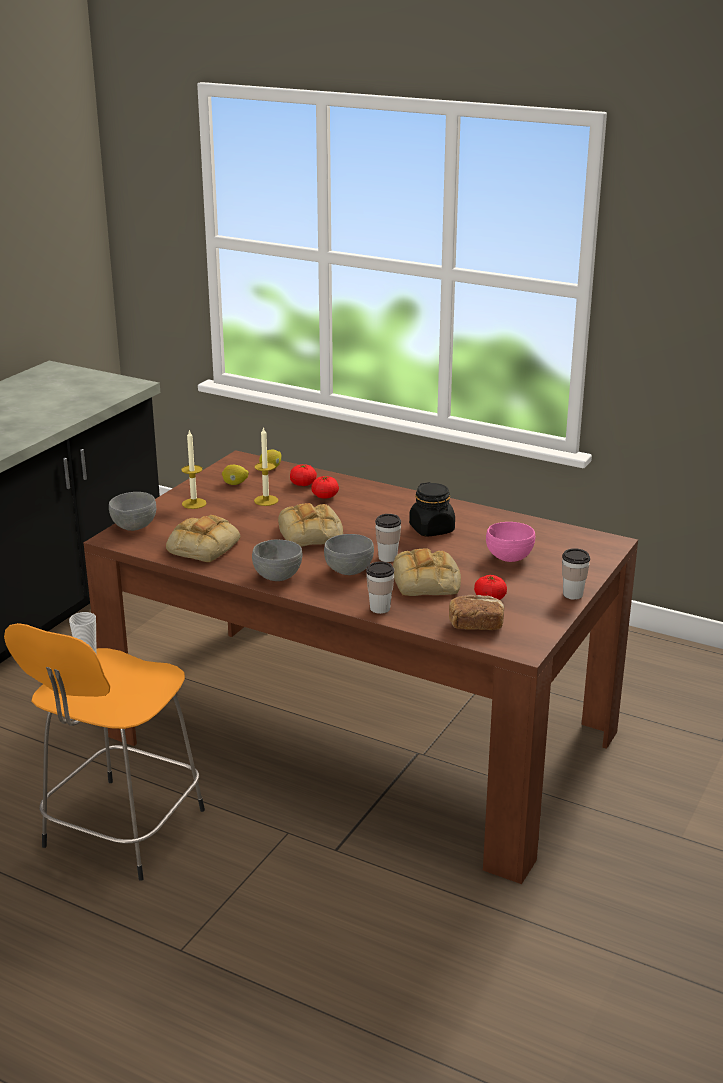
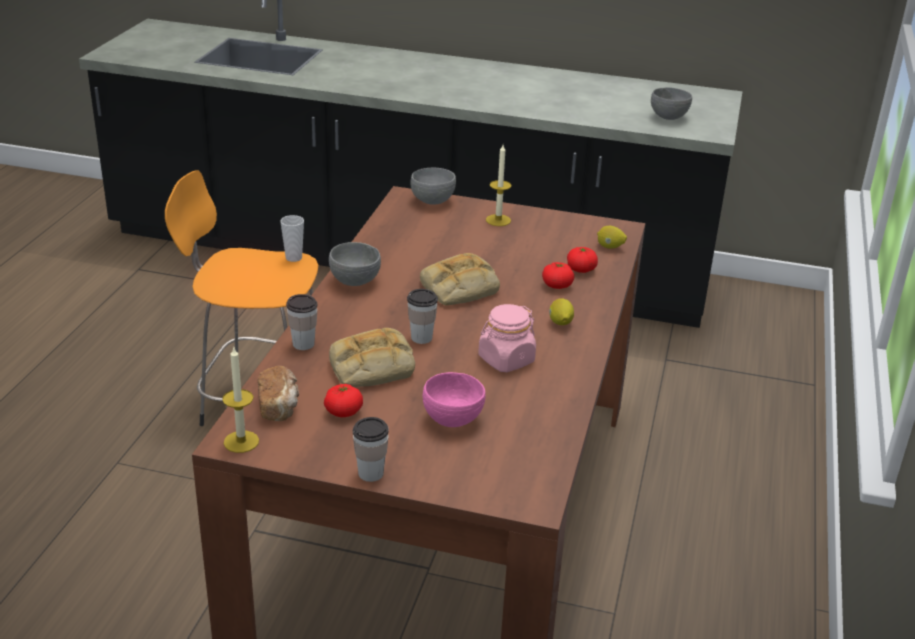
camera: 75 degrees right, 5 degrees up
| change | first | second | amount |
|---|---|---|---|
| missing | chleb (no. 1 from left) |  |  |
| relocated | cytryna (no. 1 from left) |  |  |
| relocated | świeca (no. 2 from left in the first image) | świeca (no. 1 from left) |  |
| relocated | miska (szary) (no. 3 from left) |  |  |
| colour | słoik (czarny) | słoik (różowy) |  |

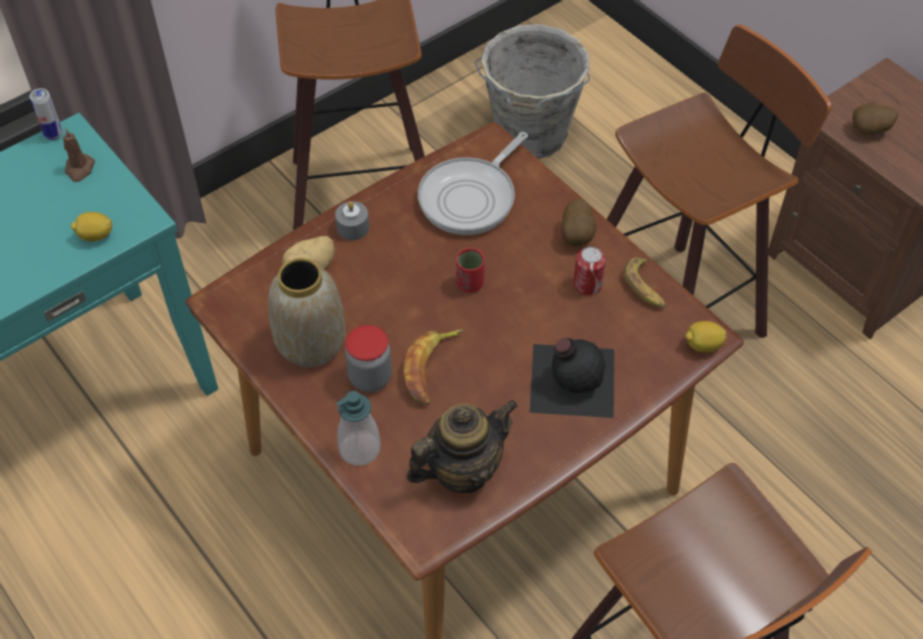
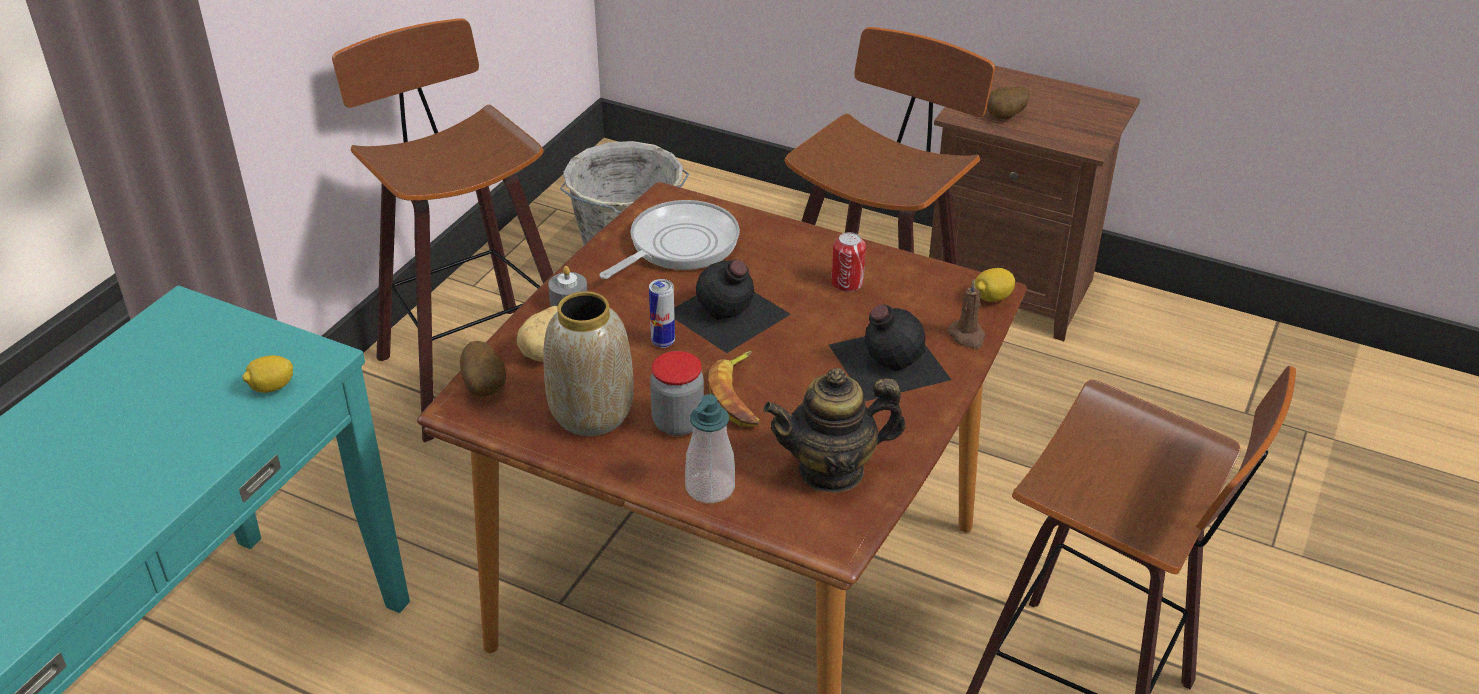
camera: 25 degrees left, 15 degrees down
| change | first | second | amount |
|---|---|---|---|
| relocated | puszka (no. 1 from left) |  |  |
| relocated | świeca (brązowy) |  |  |
| spun | imbryk |  | 135 degrees counterclockwise |
| spun | patelnia |  | 150 degrees counterclockwise |
| exchanged | filiżanka (czerwony) | butelka (czarny) (no. 1 from left) |  |
| relocated | ziemniak (no. 2 from left in the first image) | ziemniak (no. 1 from left) |  |
| missing | banan (no. 2 from left) |  |  |

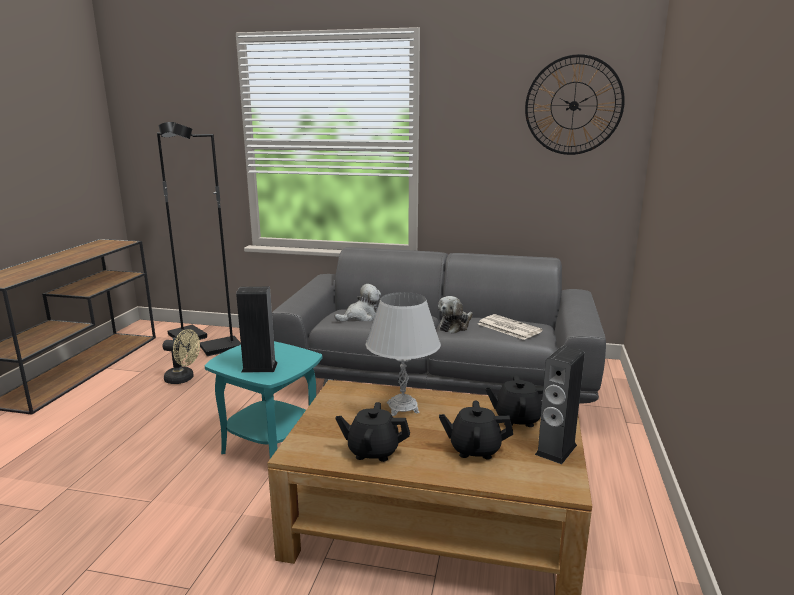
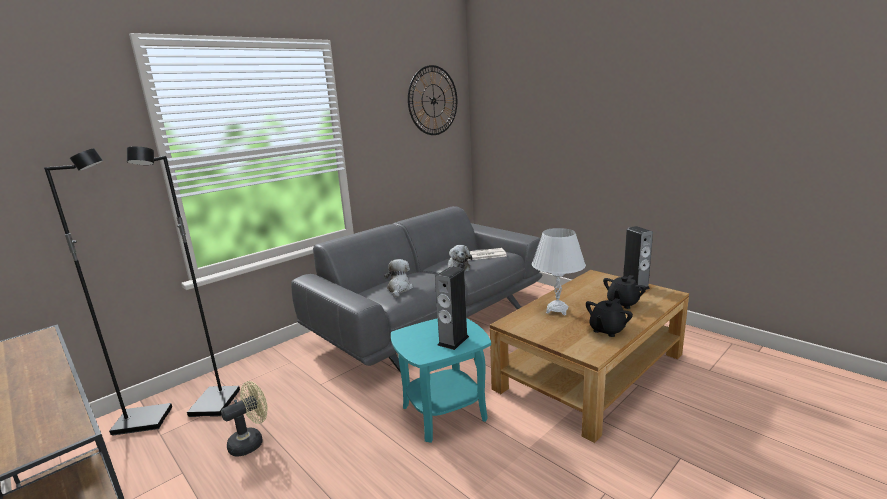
camera: 55 degrees left, 0 degrees up
| change | first | second | amount |
|---|---|---|---|
| missing | imbryk (czarny) (no. 3 from left) |  |  |

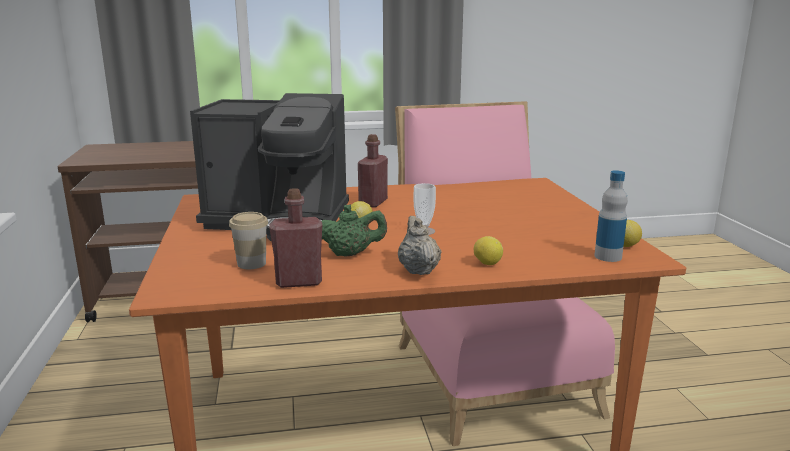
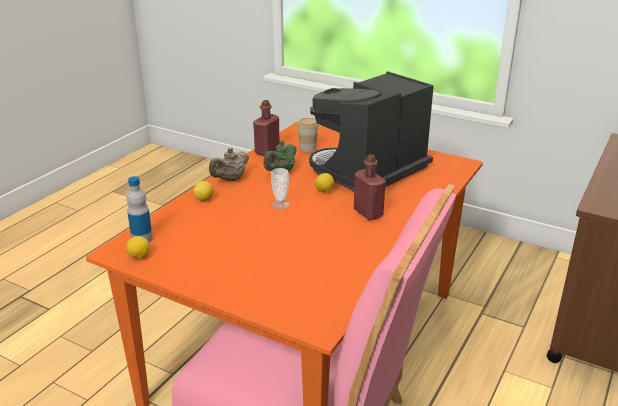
camera: 130 degrees right, 10 degrees up
| change | first | second | amount |
|---|---|---|---|
| spun | imbryk (beżowy) |  | 105 degrees clockwise |

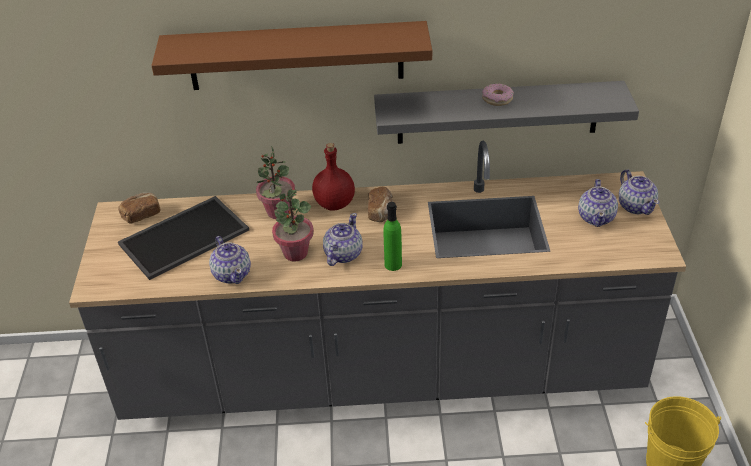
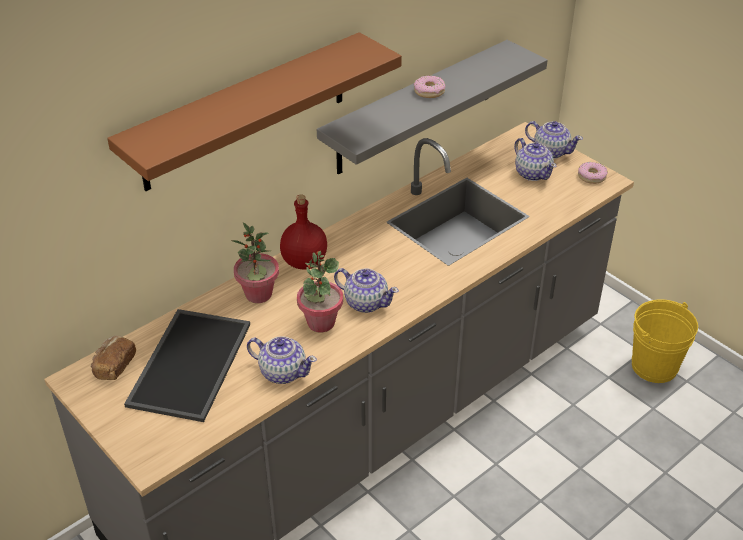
camera: 40 degrees left, 0 degrees up
| change | first | second | amount |
|---|---|---|---|
| spun | imbryk (no. 2 from left) |  | 135 degrees clockwise |
| missing | chleb (no. 2 from left) |  |  |
| missing | butelka (zielony) |  |  |
| appeared |  | donut (no. 2 from left) |  |

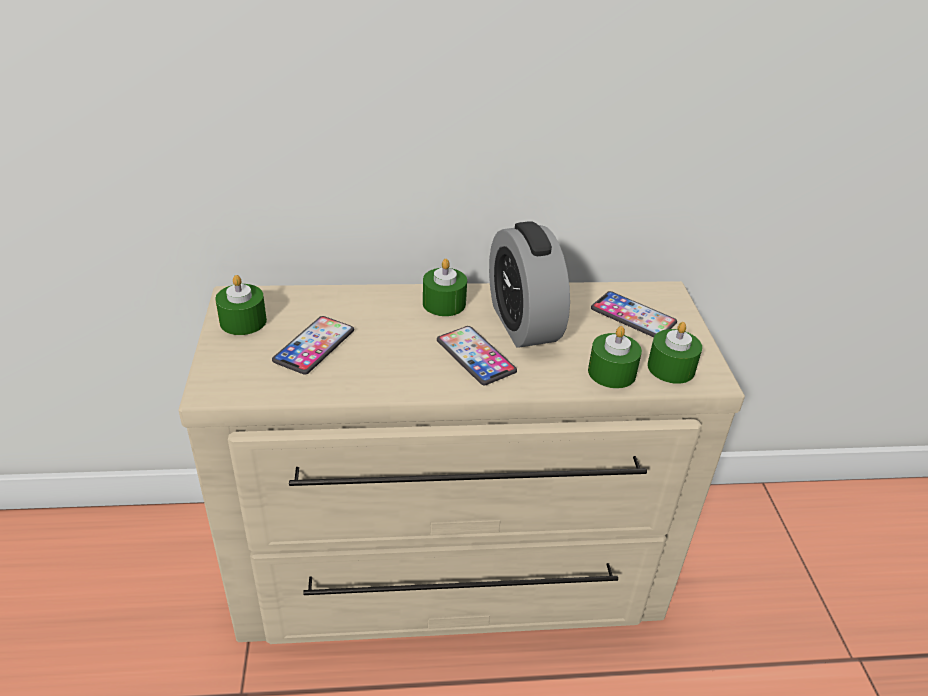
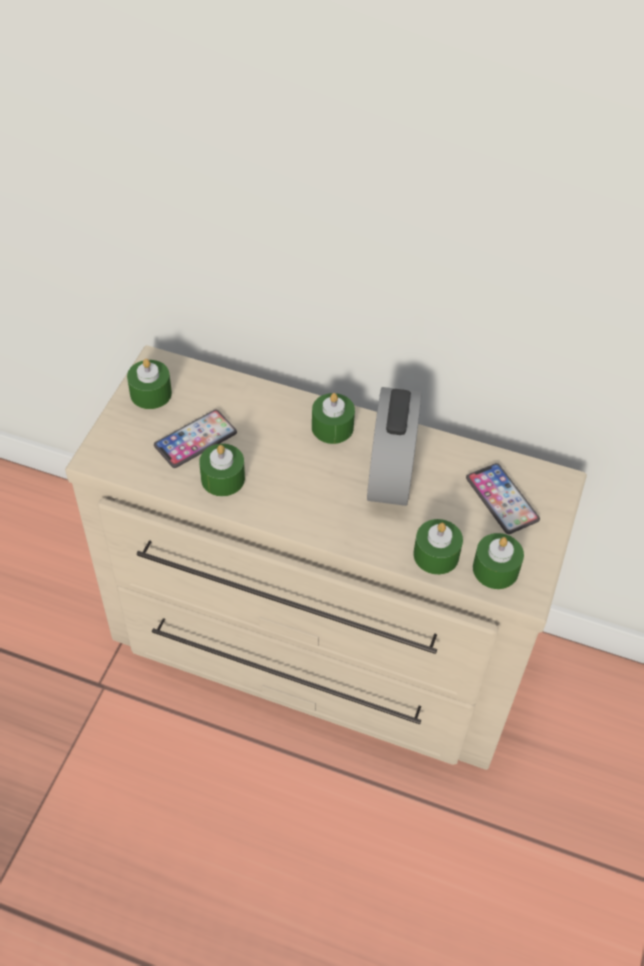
camera: 25 degrees right, 15 degrees up
| change | first | second | amount |
|---|---|---|---|
| missing | telefon (no. 2 from left) |  |  |
| appeared |  | świeca (zielony) (no. 2 from left) |  |

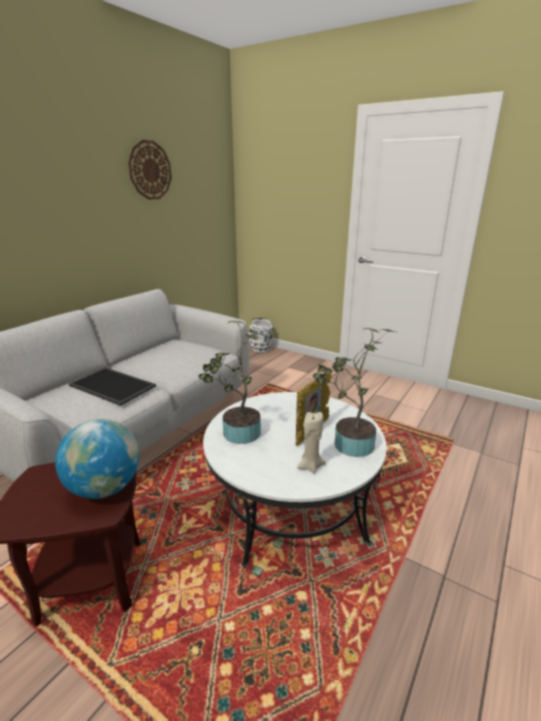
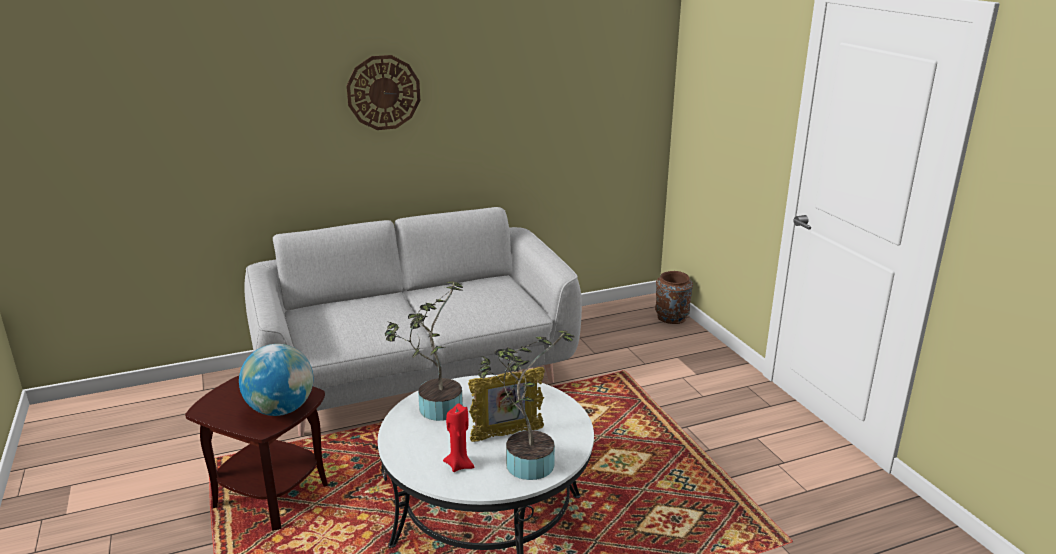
camera: 35 degrees right, 0 degrees up
| change | first | second | amount |
|---|---|---|---|
| missing | taca |  |  |
| relocated | zegar ścienny |  |  |
| colour | wazon (biały) | wazon (brązowy) |  |
| colour | świeca (beżowy) | świeca (czerwony) |  |

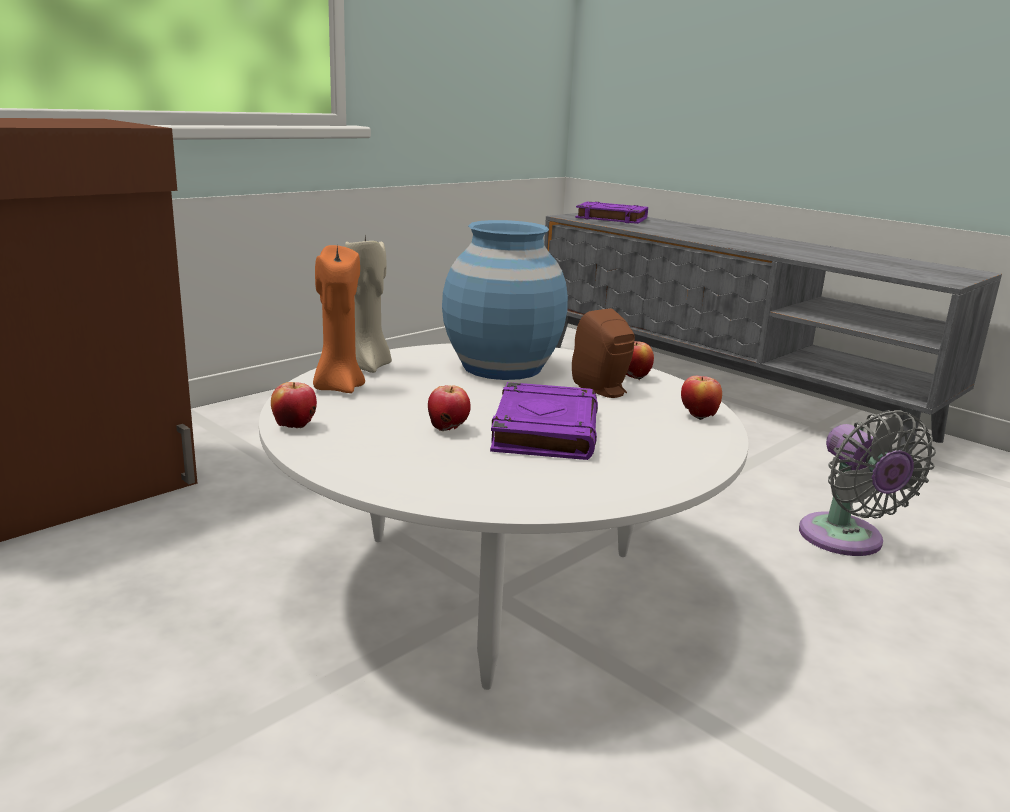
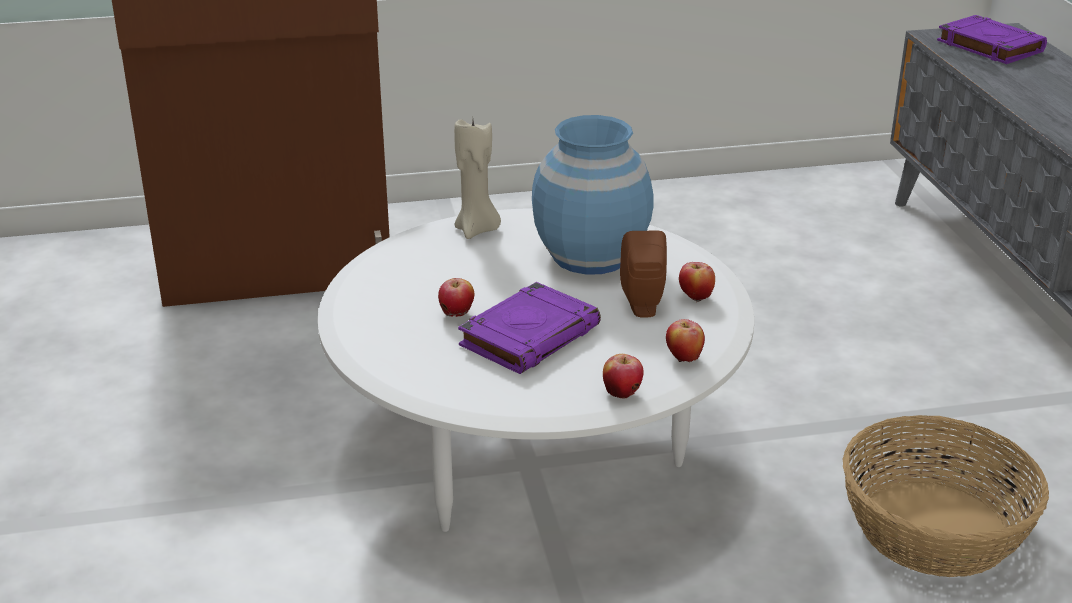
camera: 35 degrees right, 10 degrees up
| change | first | second | amount |
|---|---|---|---|
| relocated | jabłko (no. 1 from left in the first image) | jabłko (no. 2 from left) |  |
| missing | świeca (pomarańczowy) |  |  |
| exchanged | wentylator (szary) | koszyk |  |

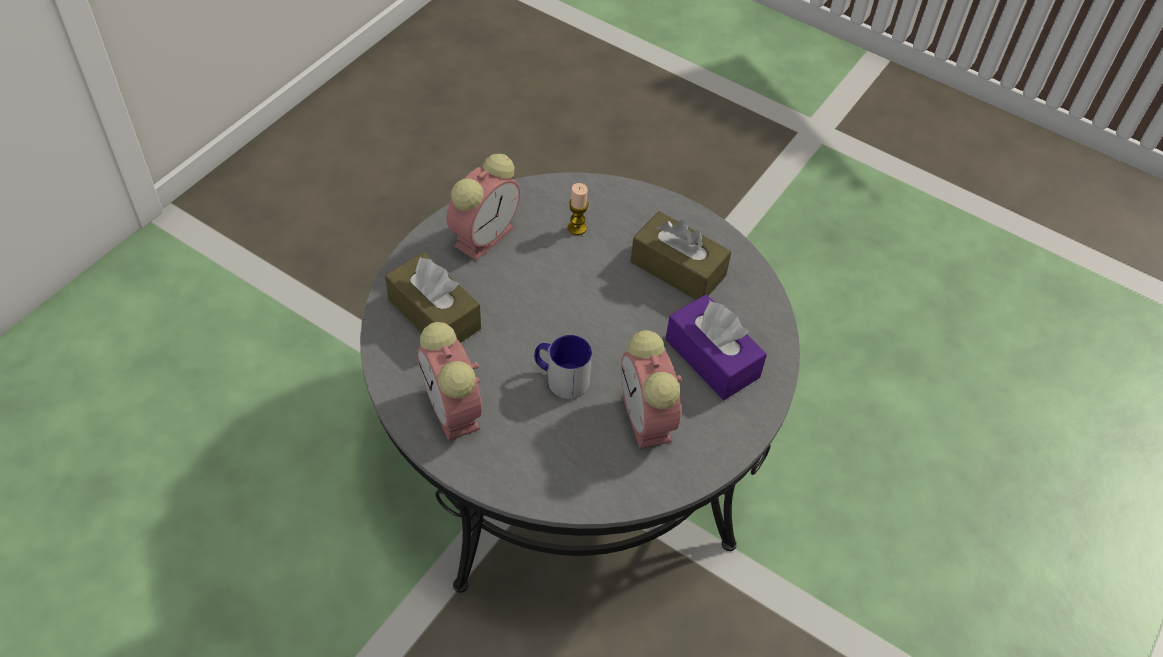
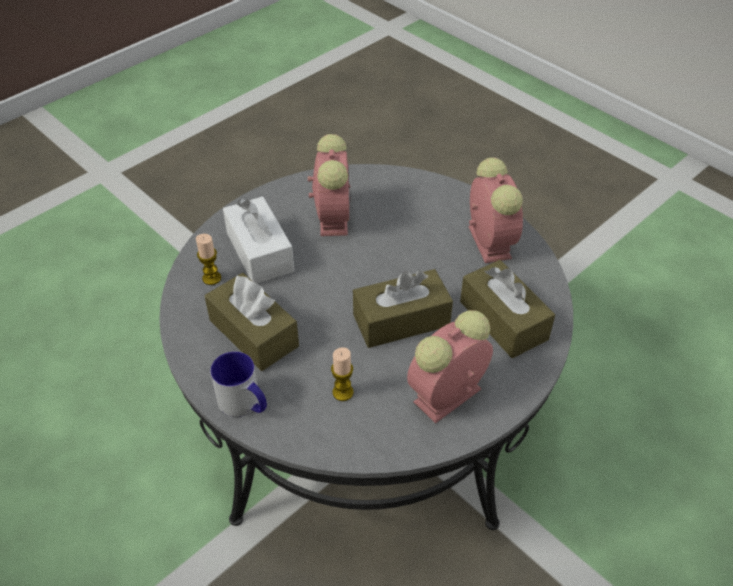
camera: 165 degrees left, 5 degrees down
| change | first | second | amount |
|---|---|---|---|
| relocated | kubek |  |  |
| colour | pudełko chusteczek (fioletowy) | pudełko chusteczek (biały) |  |
| appeared |  | świeca (no. 1 from left) |  |
| appeared |  | pudełko chusteczek (brązowy) (no. 2 from left) |  |

